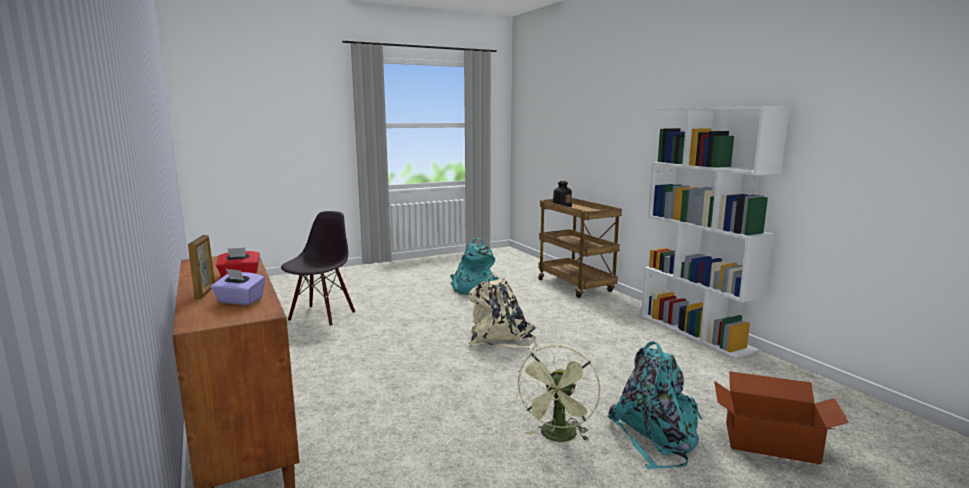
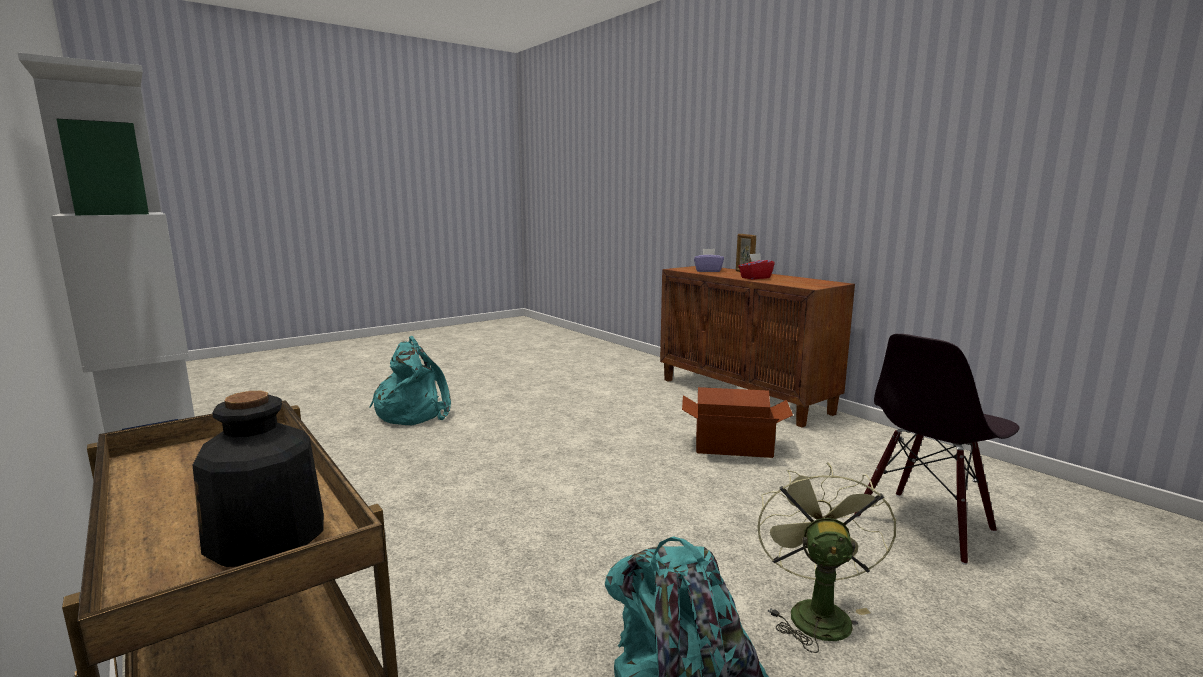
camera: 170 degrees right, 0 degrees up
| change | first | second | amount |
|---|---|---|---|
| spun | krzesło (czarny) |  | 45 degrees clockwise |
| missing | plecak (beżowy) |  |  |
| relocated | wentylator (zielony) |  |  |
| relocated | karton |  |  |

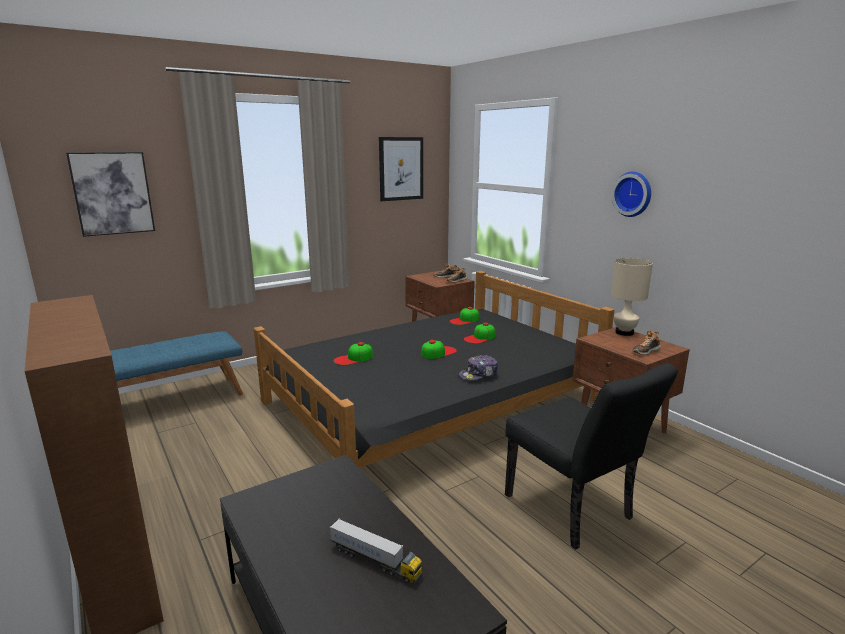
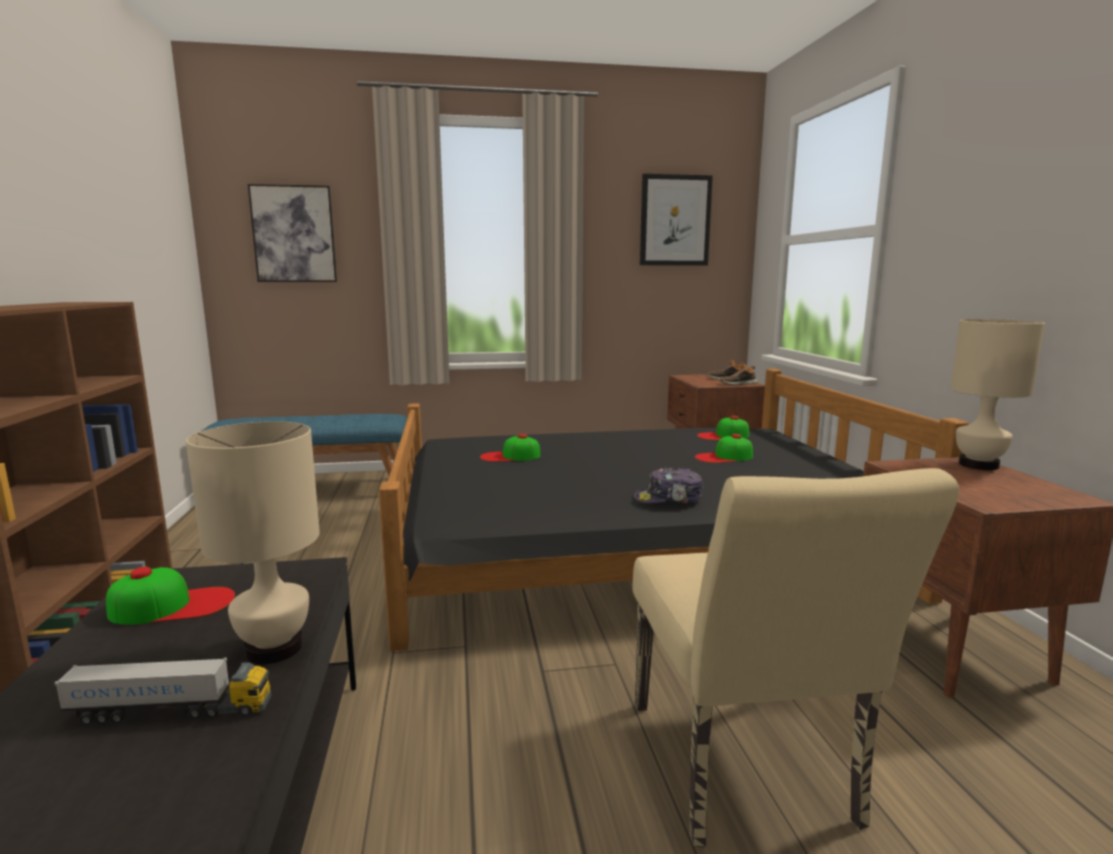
camera: 25 degrees right, 5 degrees down
| change | first | second | amount |
|---|---|---|---|
| spun | ciężarówka zabawkowa |  | 60 degrees counterclockwise |
| relocated | czapka z daszkiem (no. 2 from left in the first image) | czapka z daszkiem (no. 1 from left) |  |
| colour | krzesło (czarny) | krzesło (beżowy) |  |
| missing | zegar ścienny |  |  |
| missing | but (no. 3 from left) |  |  |
| appeared |  | lampa stołowa (beżowy) (no. 1 from left) |  |

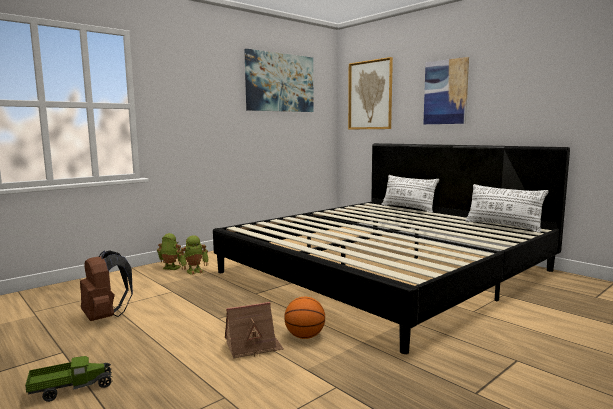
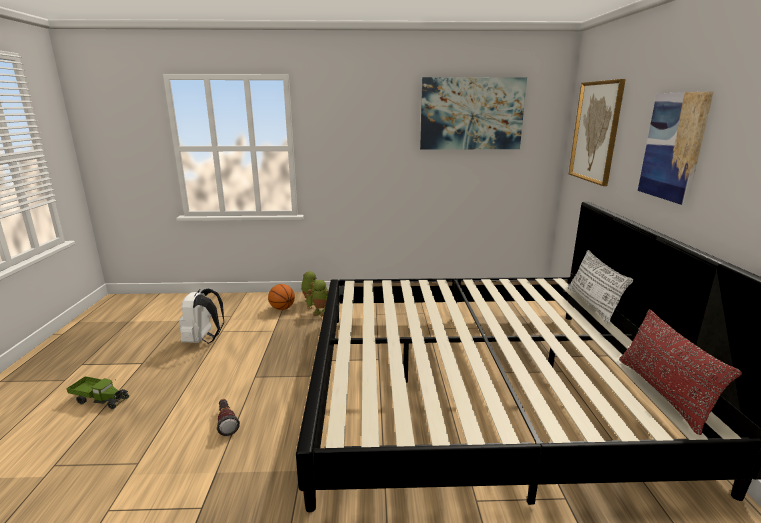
camera: 40 degrees right, 10 degrees up
| change | first | second | amount |
|---|---|---|---|
| colour | plecak (brązowy) | plecak (biały) |  |
| exchanged | domek | latarka |  |
| relocated | piłka do koszykówki |  |  |
| colour | poduszka (biały) (no. 2 from left) | poduszka (czerwony) |  |

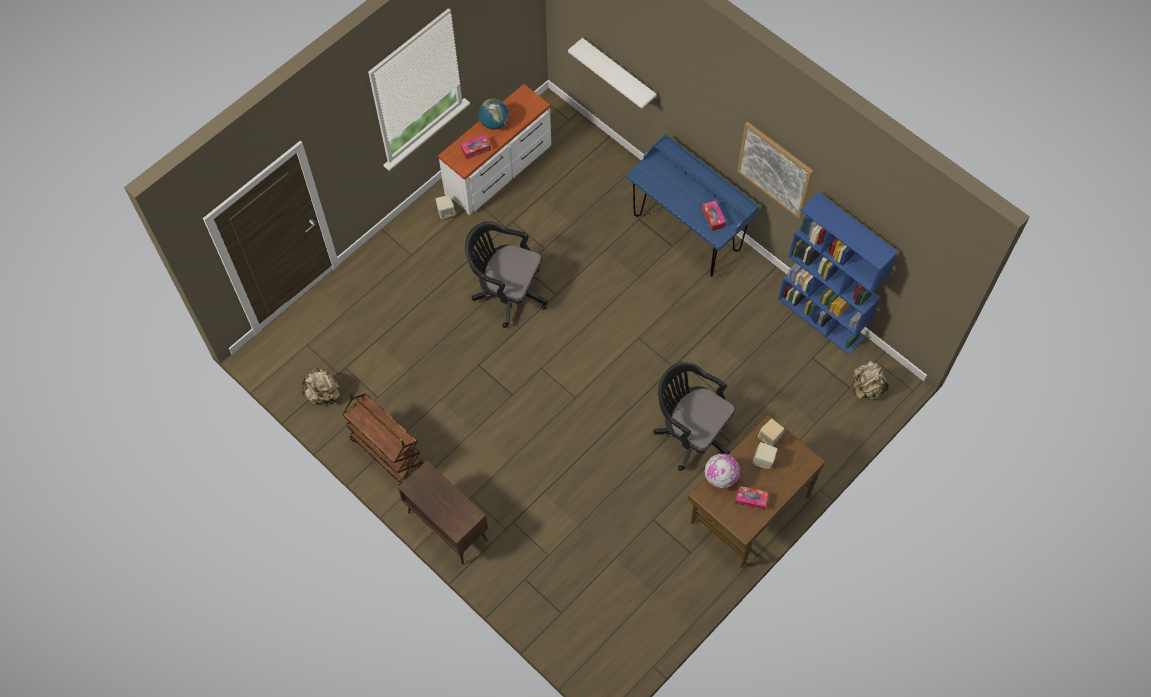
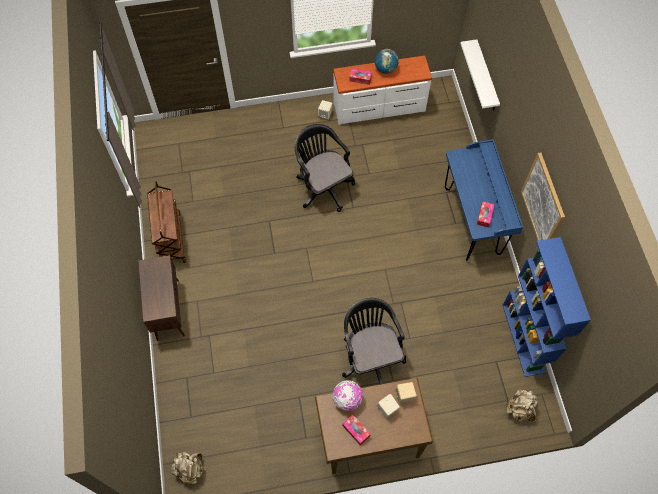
camera: 35 degrees right, 0 degrees up
| change | first | second | amount |
|---|---|---|---|
| relocated | plecak (beżowy) (no. 1 from left) |  |  |

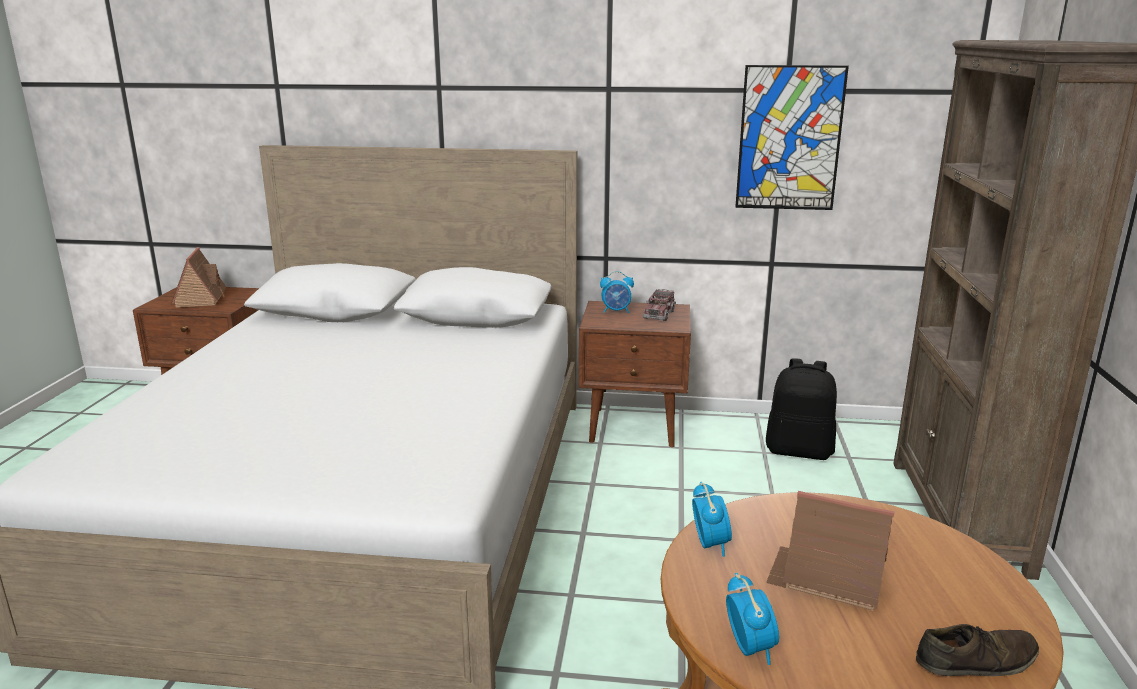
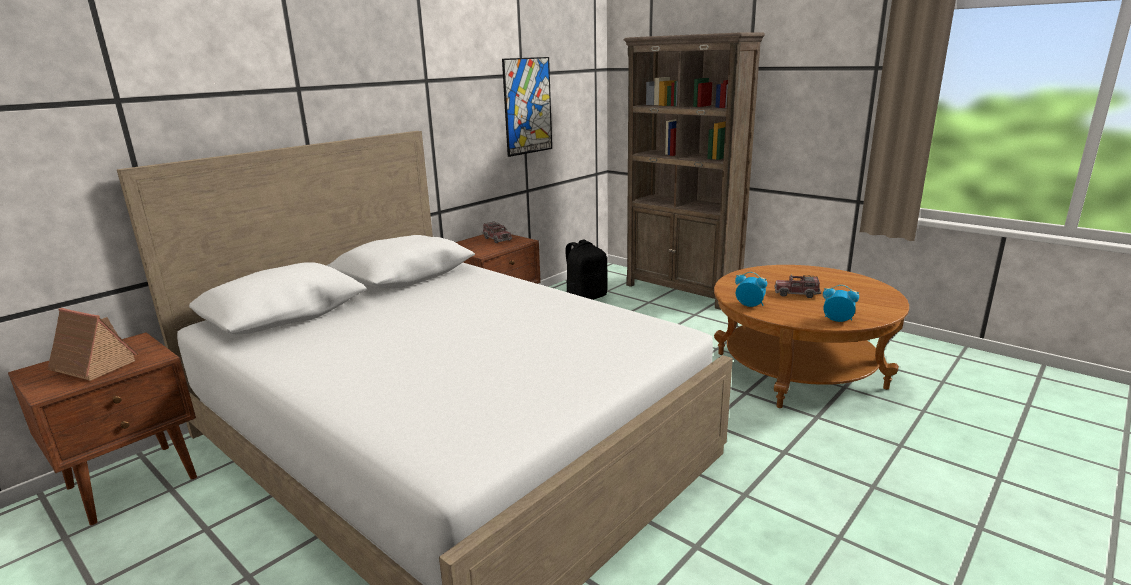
camera: 55 degrees left, 0 degrees up
| change | first | second | amount |
|---|---|---|---|
| missing | budzik (no. 1 from left) |  |  |
| exchanged | domek (no. 2 from left) | ciężarówka zabawkowa (no. 2 from left) |  |
| missing | but (brązowy) |  |  |

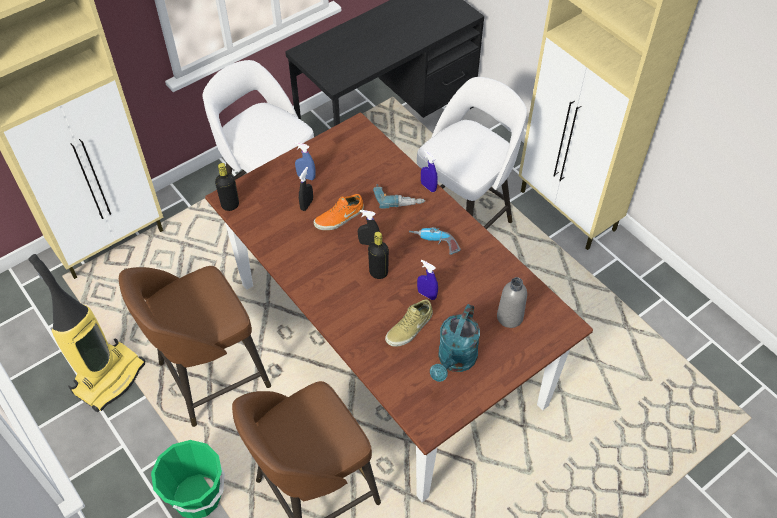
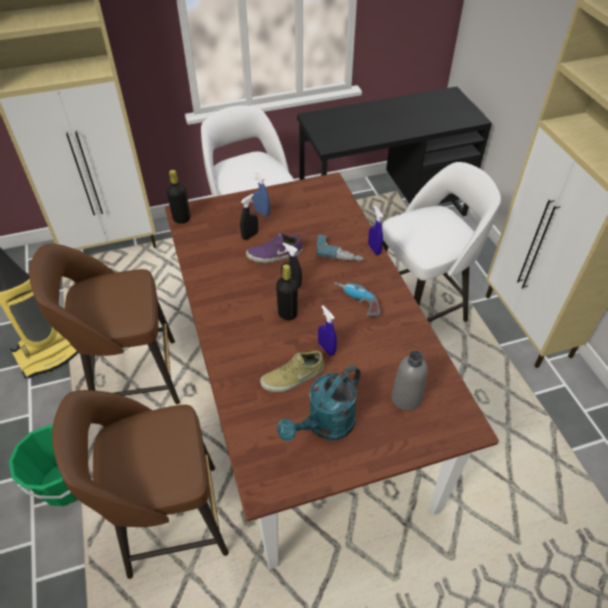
camera: 20 degrees right, 5 degrees down
| change | first | second | amount |
|---|---|---|---|
| colour | but (pomarańczowy) | but (fioletowy) |  |

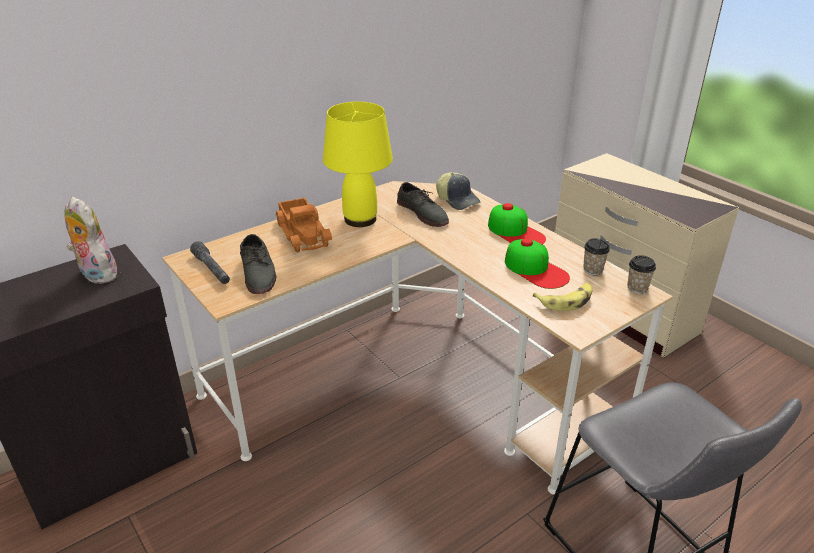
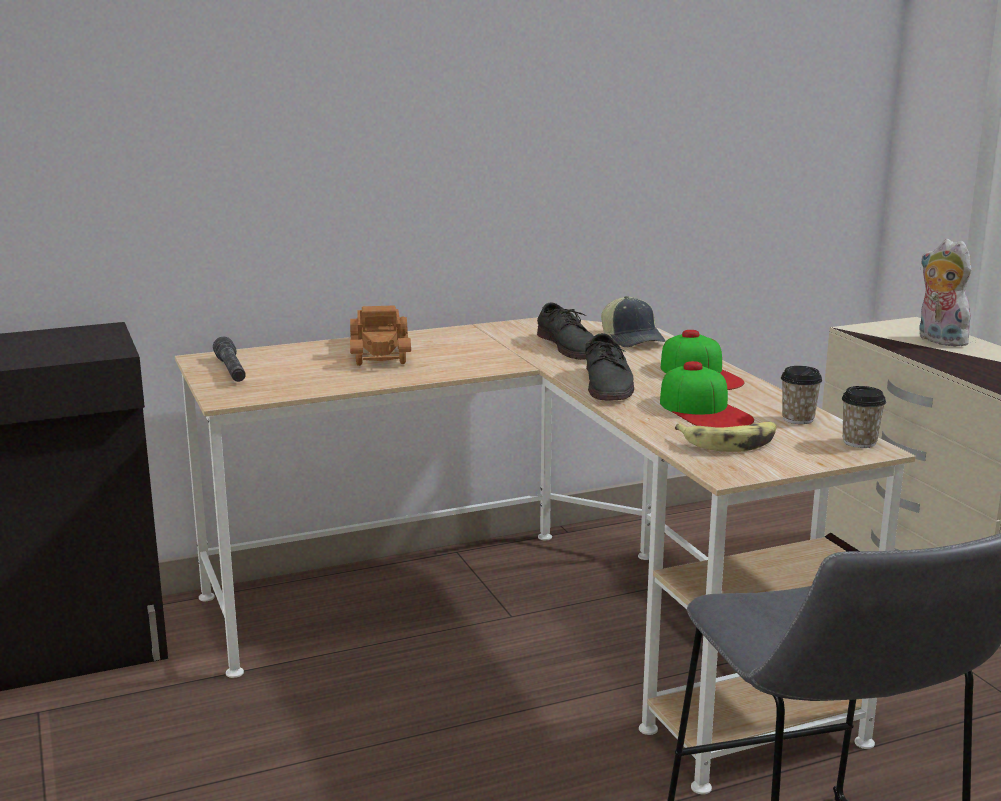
camera: 15 degrees right, 15 degrees down
| change | first | second | amount |
|---|---|---|---|
| relocated | pluszak |  |  |
| relocated | but (szary) (no. 1 from left in the first image) | but (szary) (no. 2 from left) |  |
| missing | lampa stołowa (żółty) |  |  |

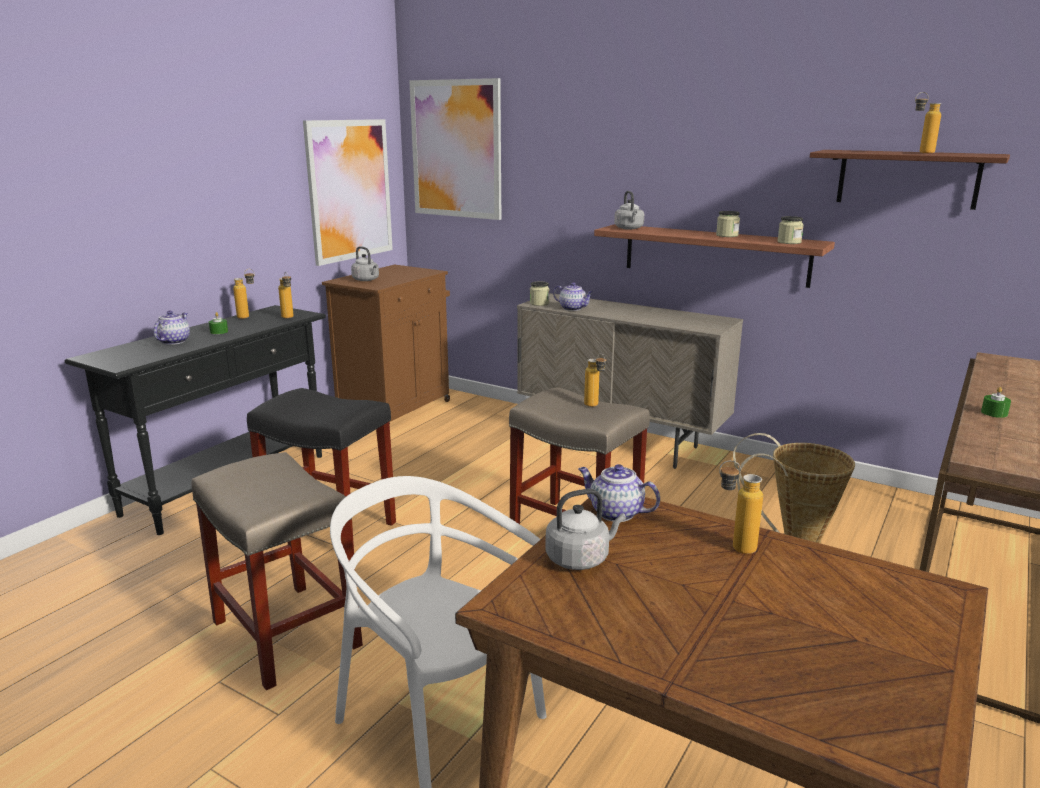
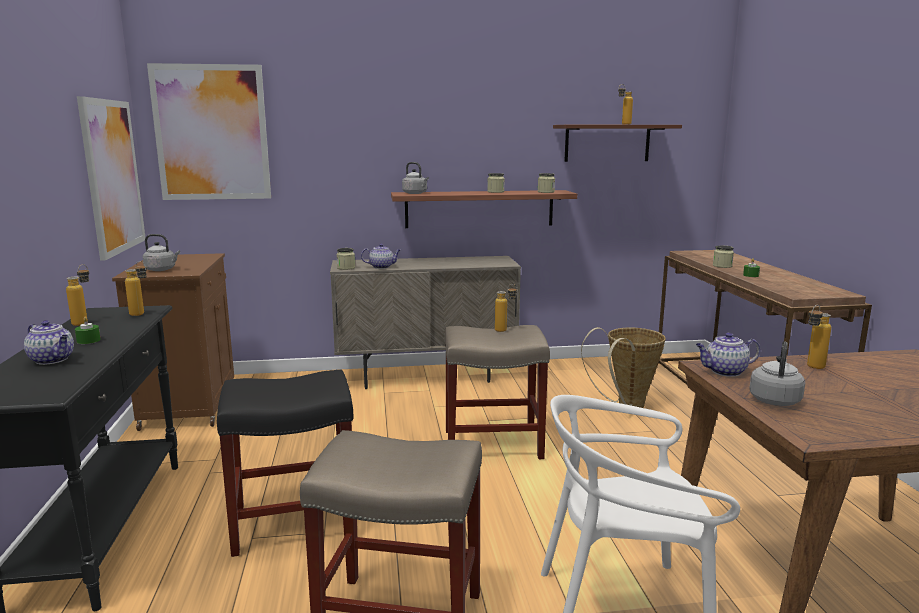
camera: 40 degrees left, 5 degrees down
| change | first | second | amount |
|---|---|---|---|
| spun | imbryk (no. 1 from left) |  | 150 degrees clockwise |
| appeared |  | słoik (no. 4 from left) |  |

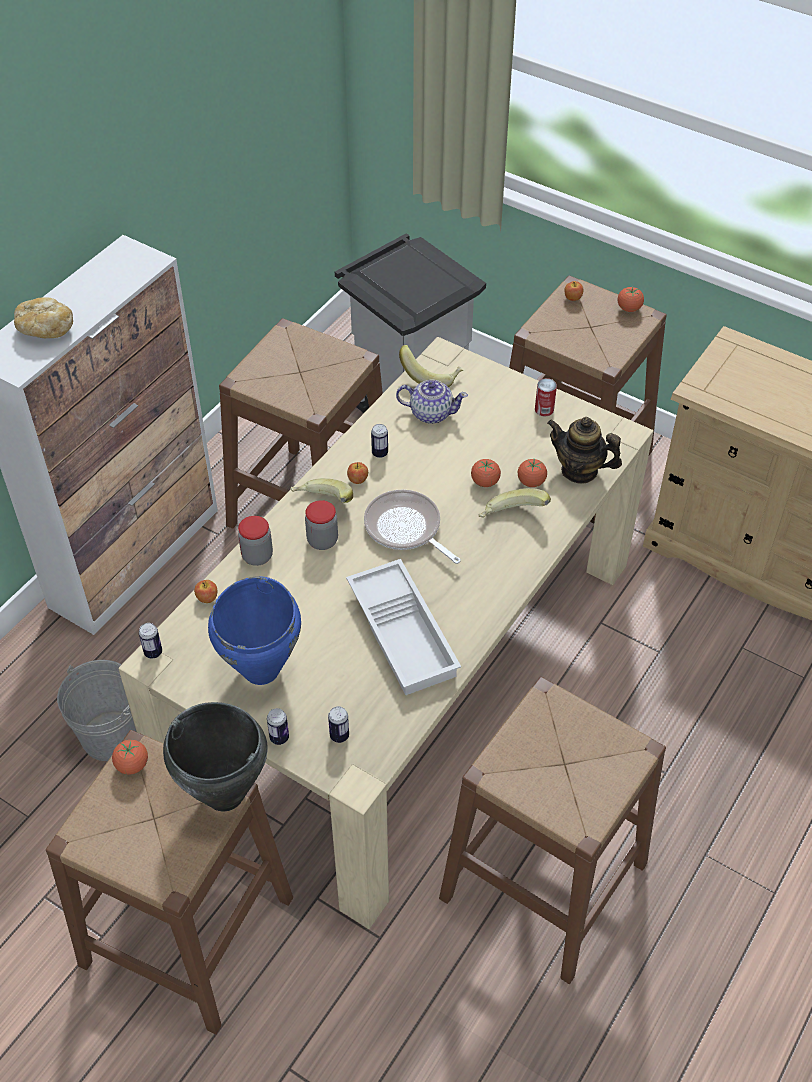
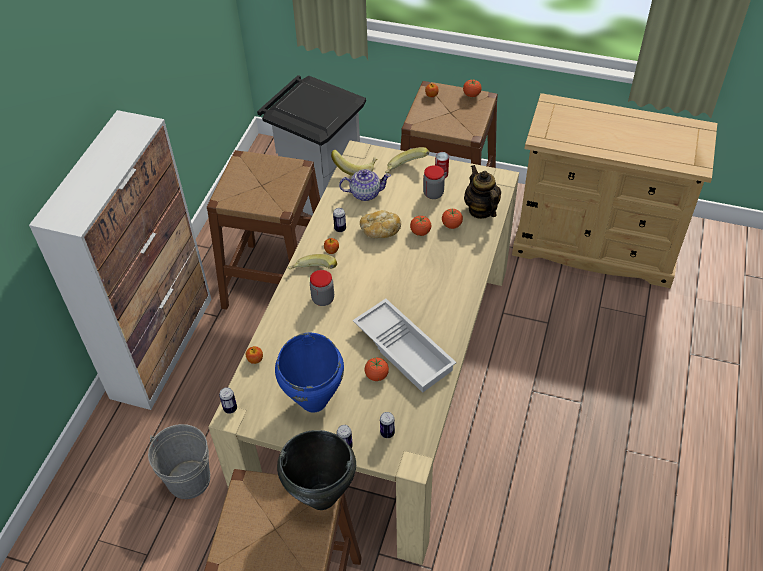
camera: 15 degrees left, 0 degrees up
| change | first | second | amount |
|---|---|---|---|
| relocated | chleb |  |  |
| relocated | pomidor (no. 1 from left) |  |  |
| relocated | słoik (no. 1 from left in the first image) | słoik (no. 2 from left) |  |
| missing | patelnia |  |  |
| missing | stołek (brązowy) (no. 3 from left) |  |  |
| relocated | banan (no. 3 from left) |  |  |
| spun | imbryk (no. 2 from left) |  | 60 degrees clockwise |

